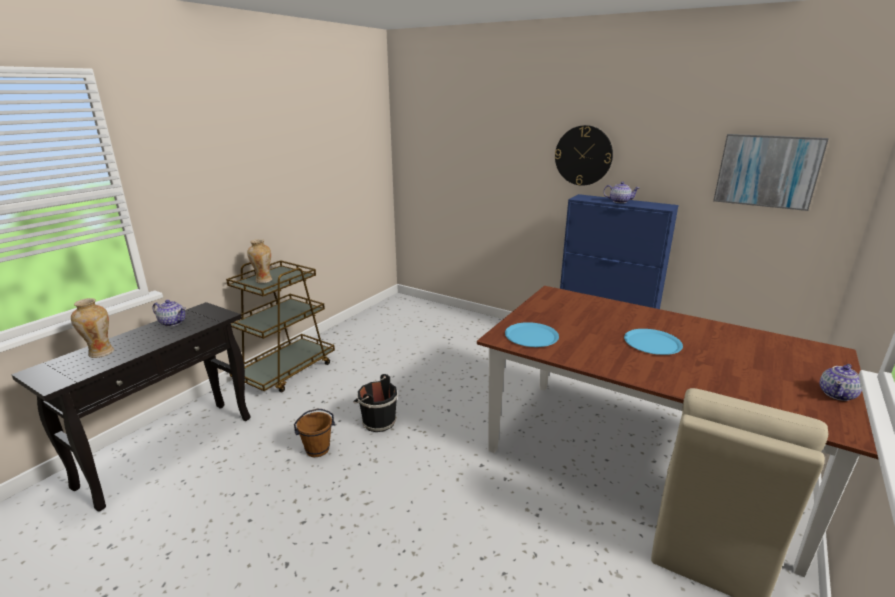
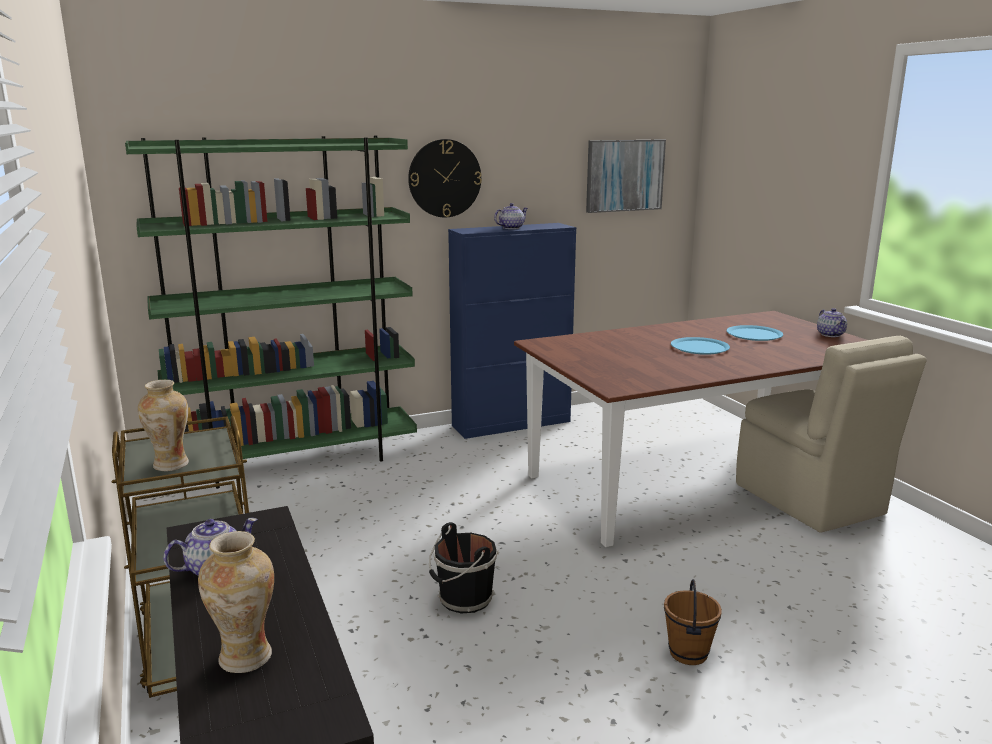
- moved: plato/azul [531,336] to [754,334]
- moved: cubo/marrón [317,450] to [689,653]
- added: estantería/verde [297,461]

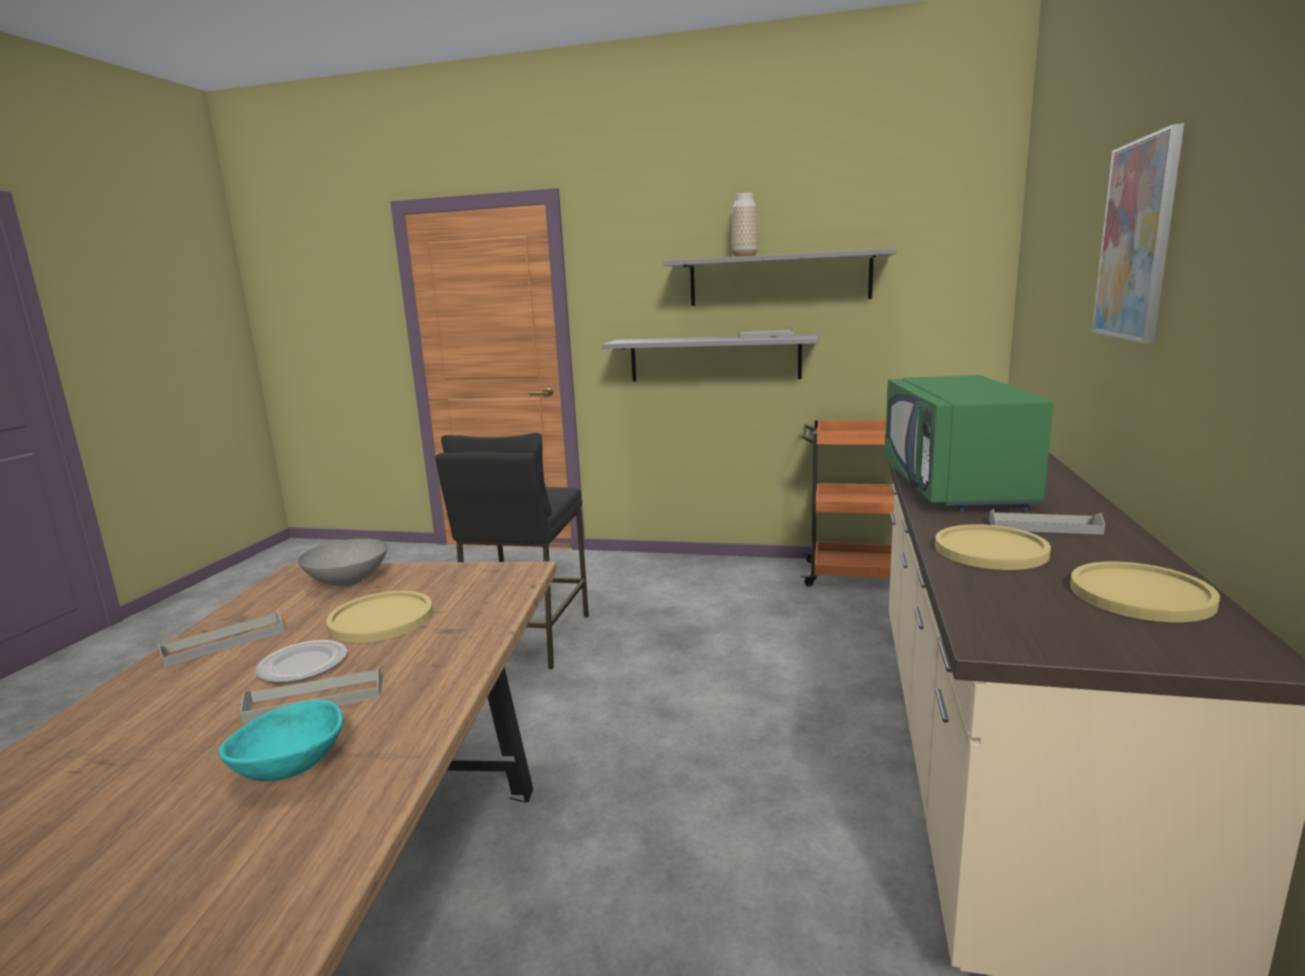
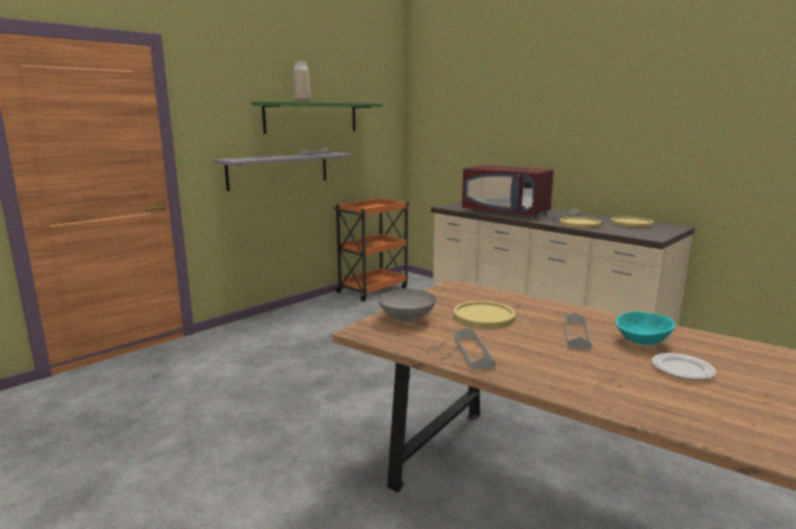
- removed: cuadro [1136,240]
- recoloured: estante/gris [779,279] to estante/verde [311,117]
- recoloured: microondas/verde [956,488] to microondas/rojo [506,213]
- removed: taburete/negro [527,638]
- moved: plato [302,666] to [682,370]

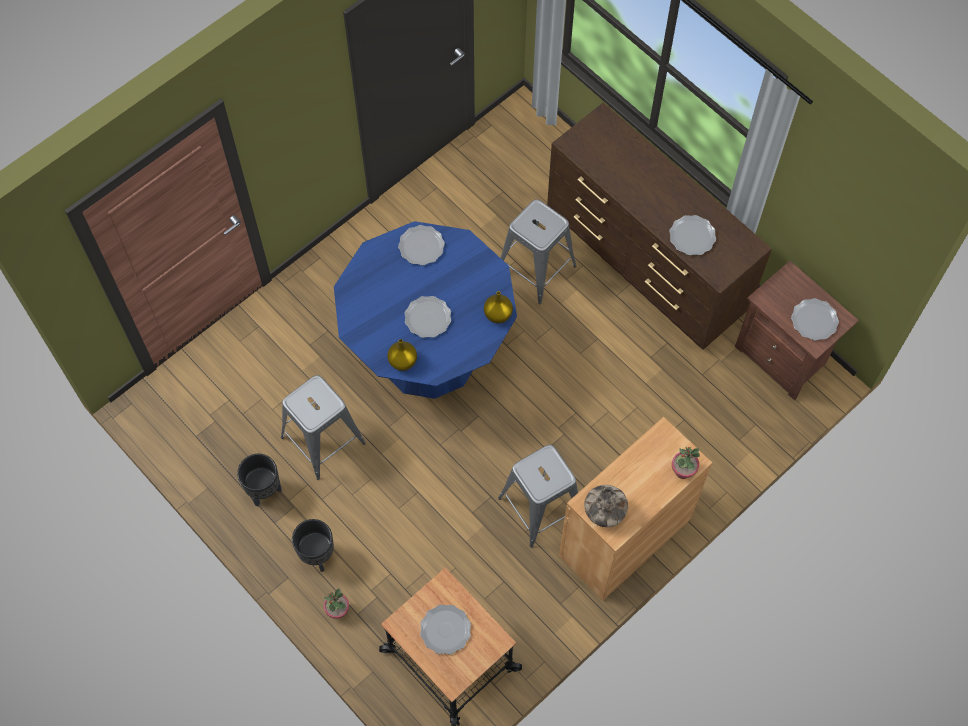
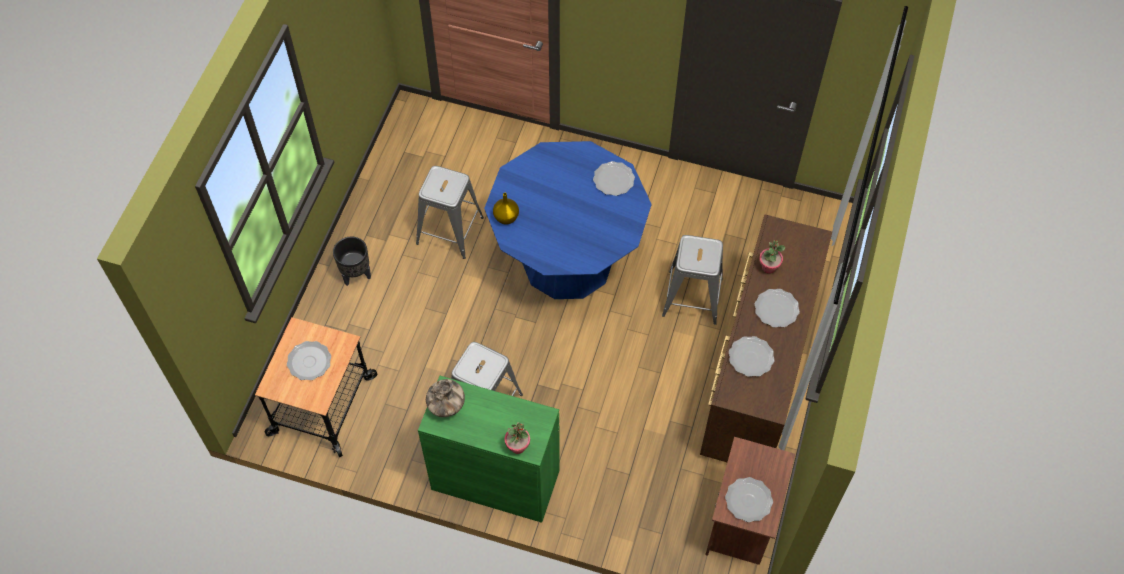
- removed: florero/amarillo [498,315]
- moved: plato [428,318] to [776,309]
- recoloured: armario/marrón [625,537] to armario/verde [495,480]
- removed: maceta/negro [264,491]
- moved: planta en maceta [337,610] to [768,267]

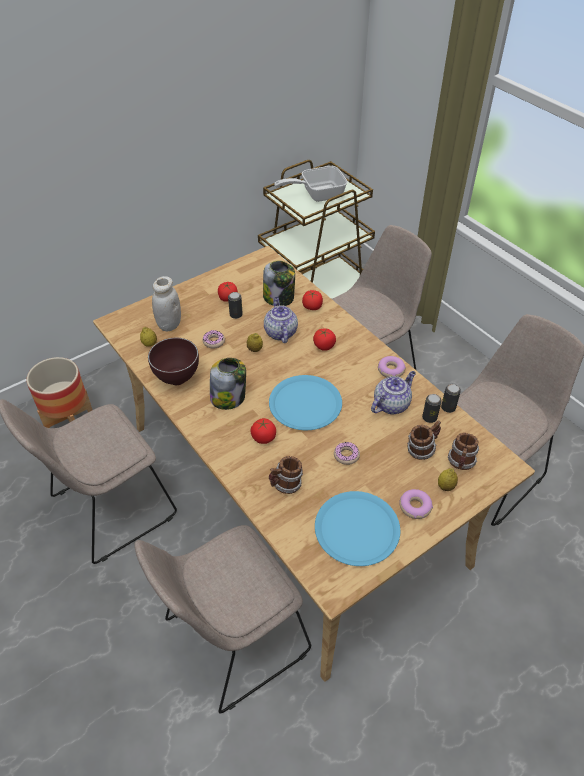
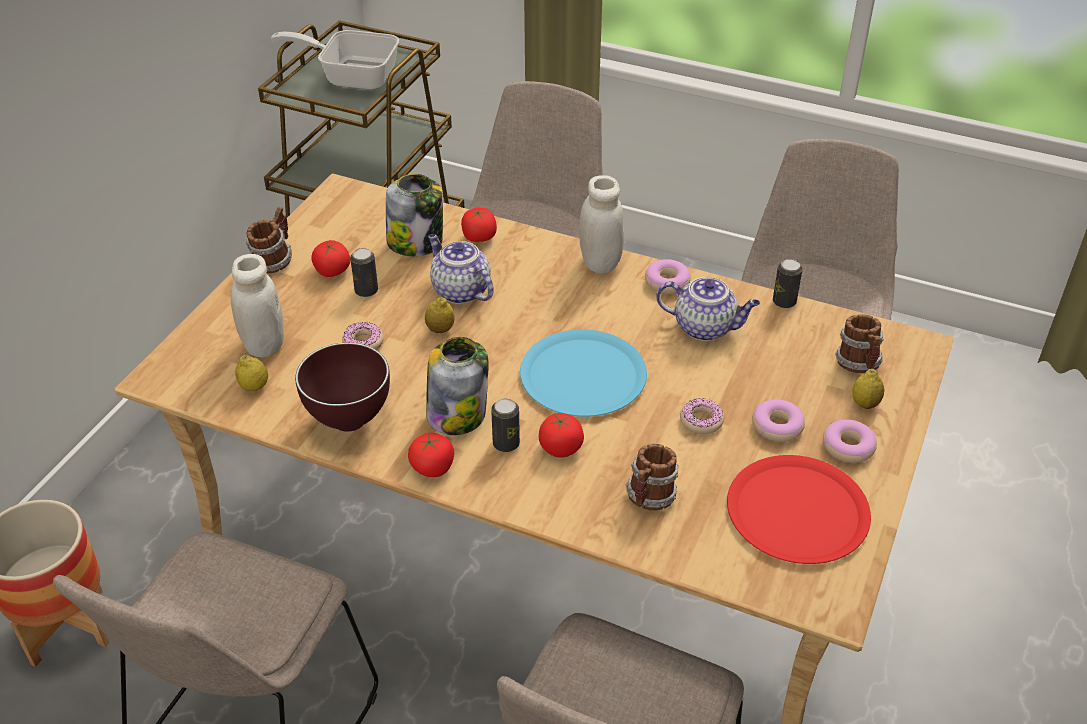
- turned: sartén [317,194] = [351,76] 60 degrees clockwise
- moved: tomate [324,346] to [432,467]
- turned: tetera [391,404] = [705,327] 90 degrees clockwise
- moved: lata [429,417] to [506,443]
- moved: taza grande [421,449] to [273,261]
- recoloured: plato/azul [357,529] to plato/rojo [798,511]
- added: tarro/blanco [600,263]
- added: rosquilla [777,426]

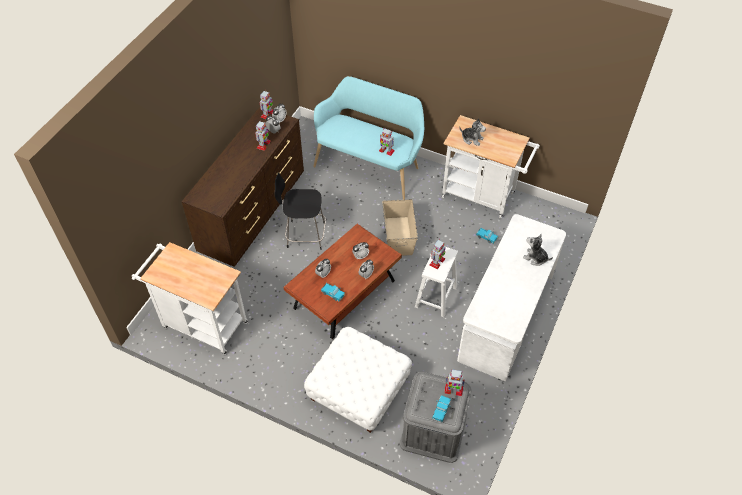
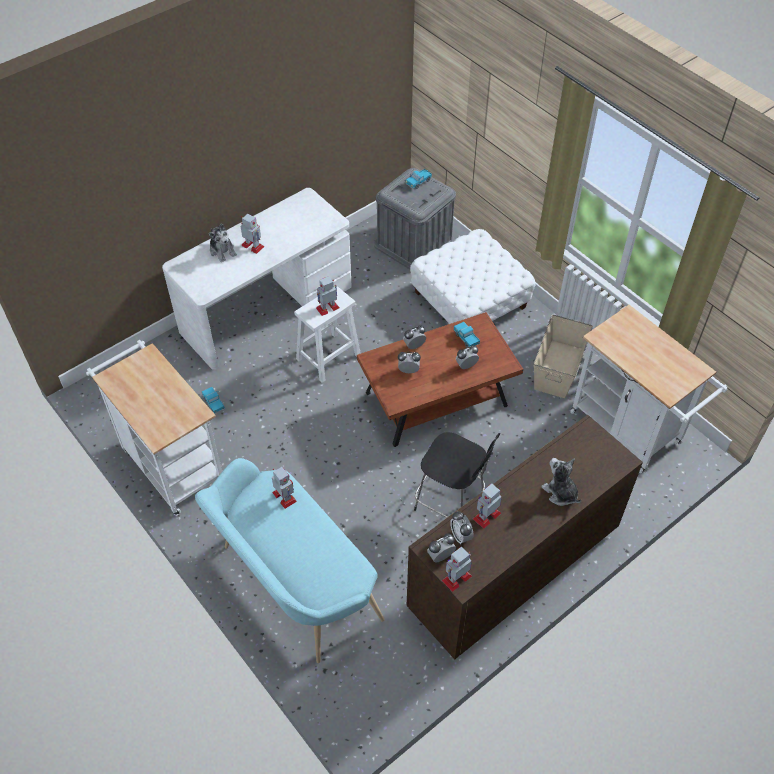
- moved: peluche [472,139] to [560,492]
- moved: caja de almacenaje/beis [399,236] to [557,368]
- moved: robot de juguete [453,390] to [253,246]

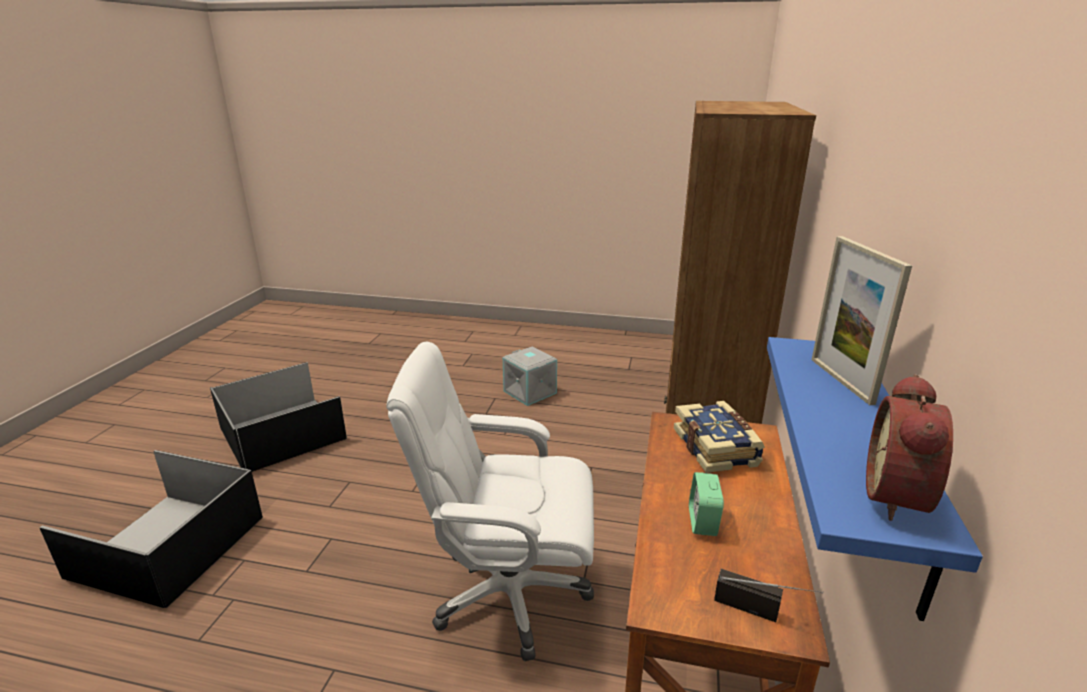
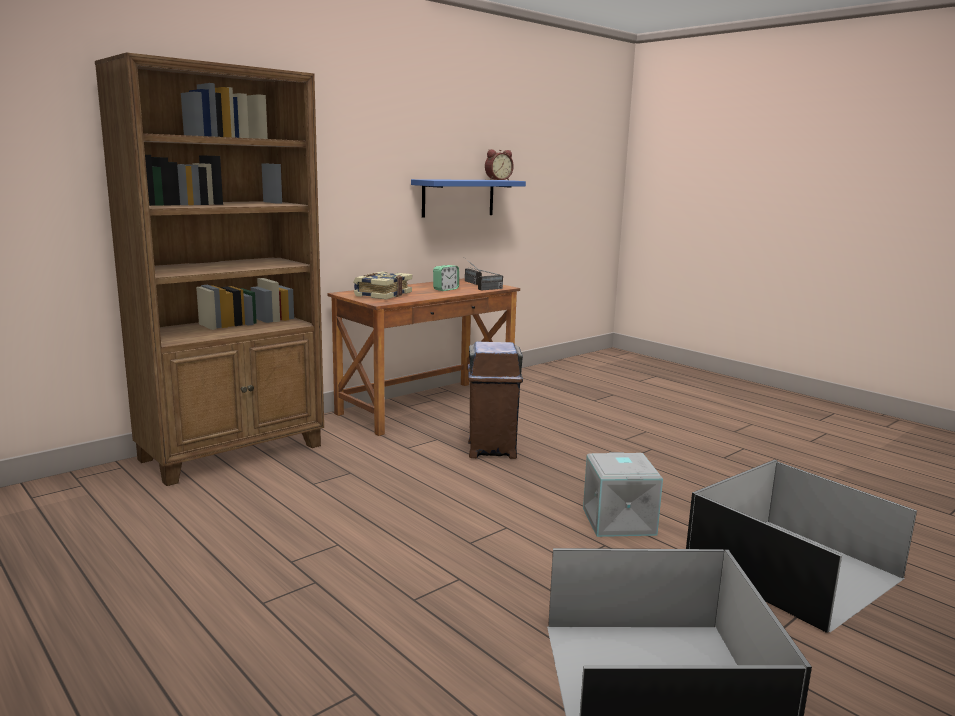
- removed: portarretratos [841,380]
- replaced: silla de oficina/blanco [508,593] to papelera/marrón [492,449]
- moved: caja de almacenaje/gris [531,392] to [617,521]
- added: radio [484,289]

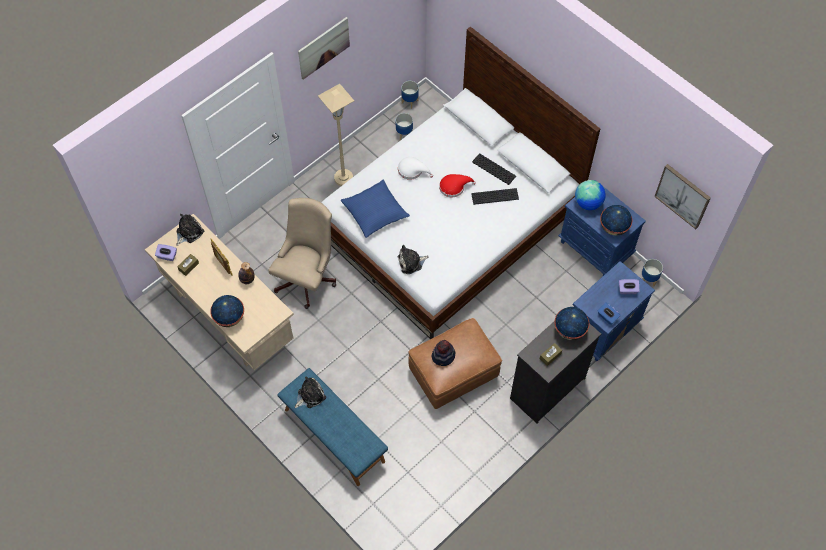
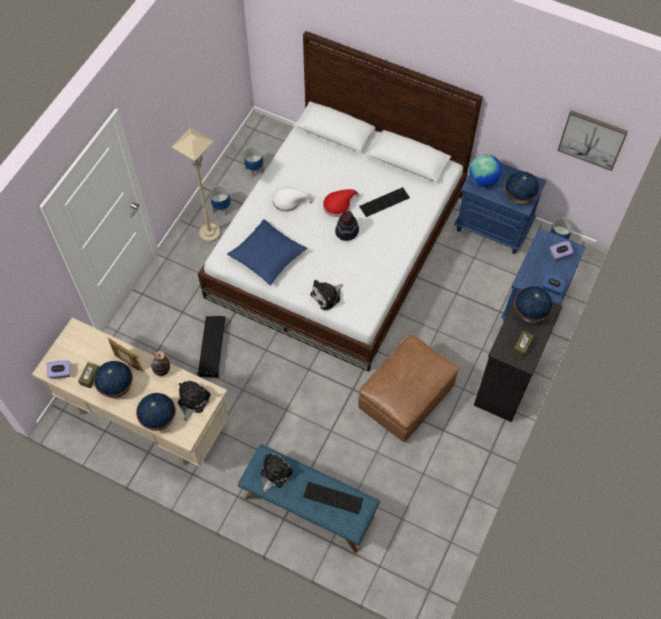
- removed: cuadro [323,47]
- moved: maceta [410,101] to [222,208]
- moved: teclado [494,169] to [333,498]
- replaced: silla de oficina/beis [307,277] to caja de almacenaje/negro [213,348]
- moved: peluche [188,232] to [192,401]
- moved: sombrero [443,356] to [347,231]
- added: globo terráqueo [117,387]

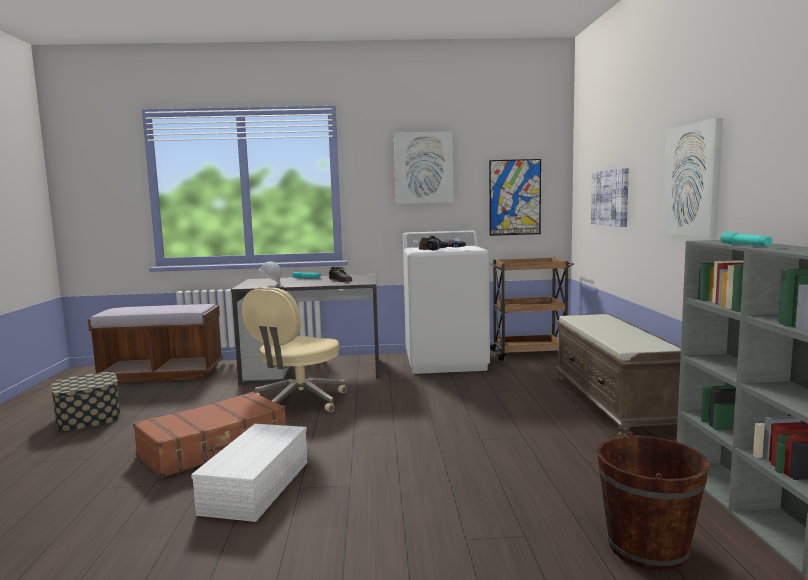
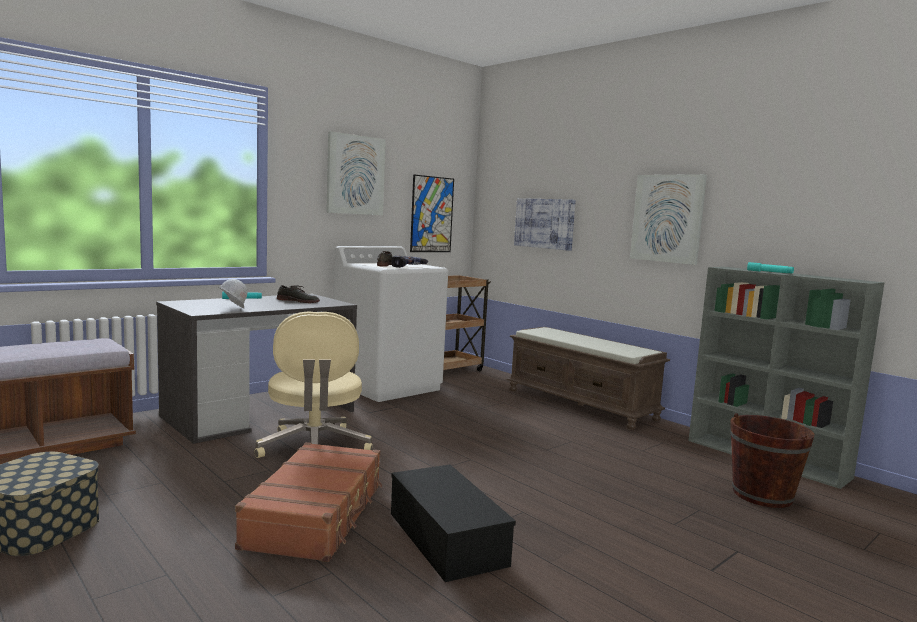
- recoloured: caja de almacenaje/blanco [256,485] to caja de almacenaje/negro [444,537]

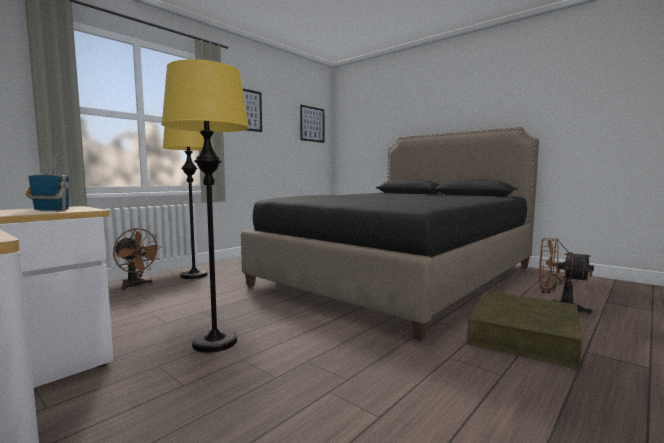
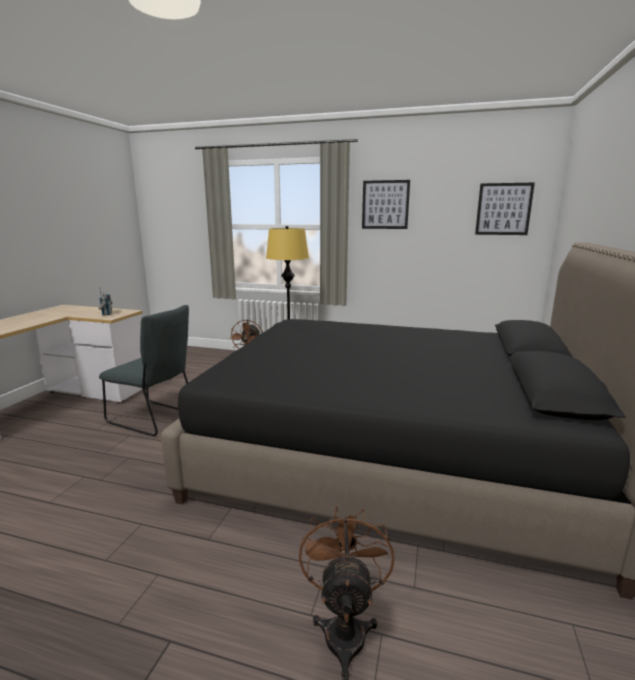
- replaced: lámpara de pie/amarillo [215,342] to silla/gris [155,419]
- removed: caja de almacenaje/marrón [523,335]

